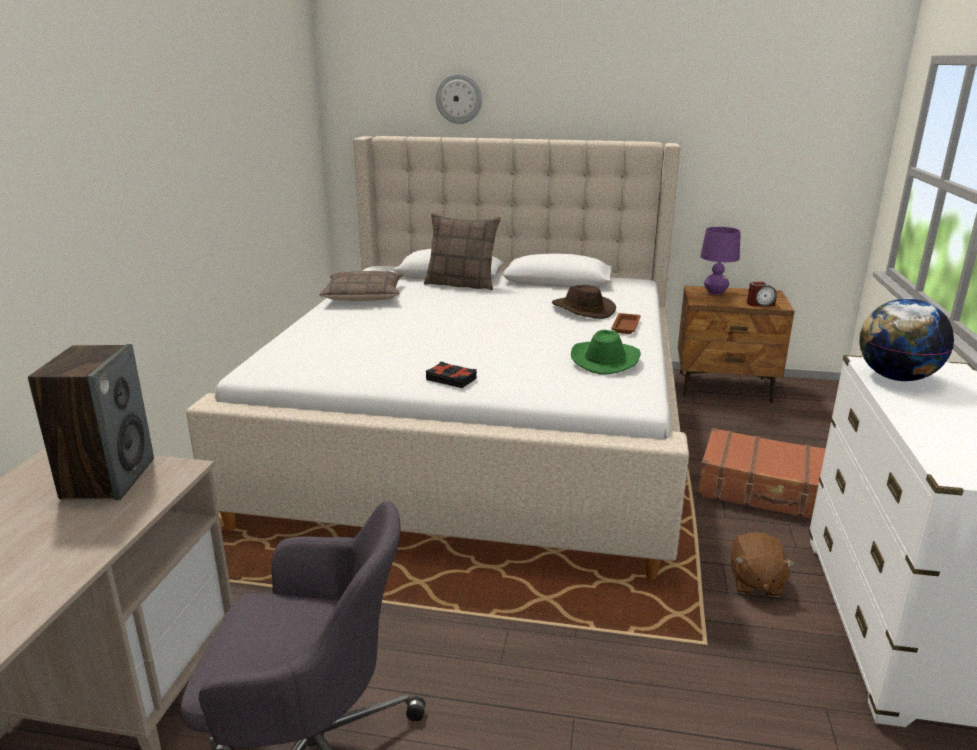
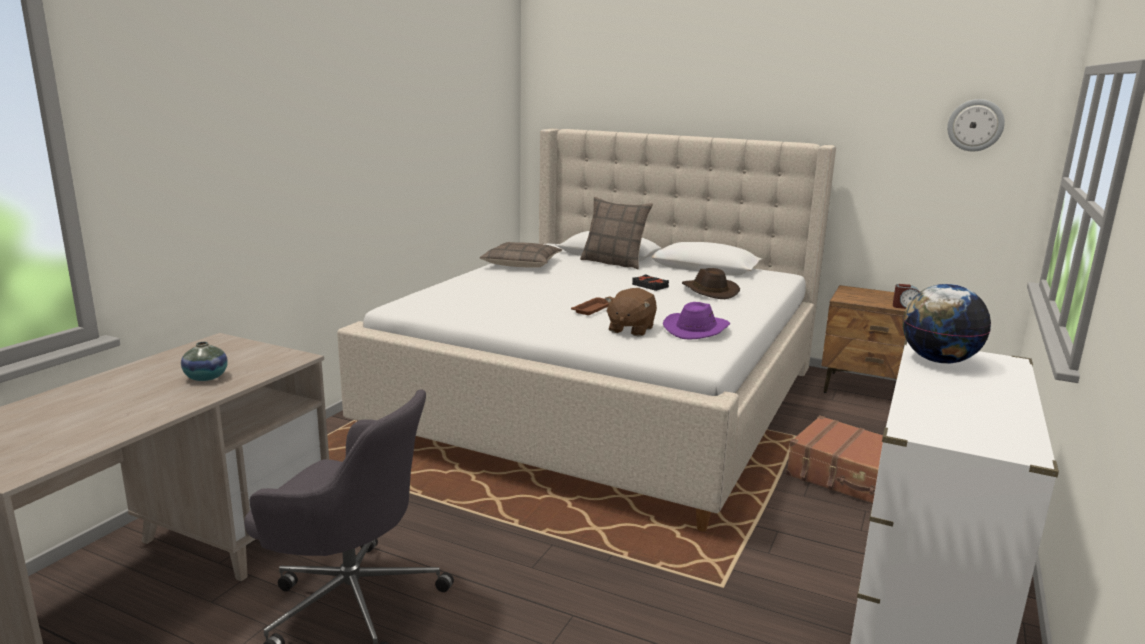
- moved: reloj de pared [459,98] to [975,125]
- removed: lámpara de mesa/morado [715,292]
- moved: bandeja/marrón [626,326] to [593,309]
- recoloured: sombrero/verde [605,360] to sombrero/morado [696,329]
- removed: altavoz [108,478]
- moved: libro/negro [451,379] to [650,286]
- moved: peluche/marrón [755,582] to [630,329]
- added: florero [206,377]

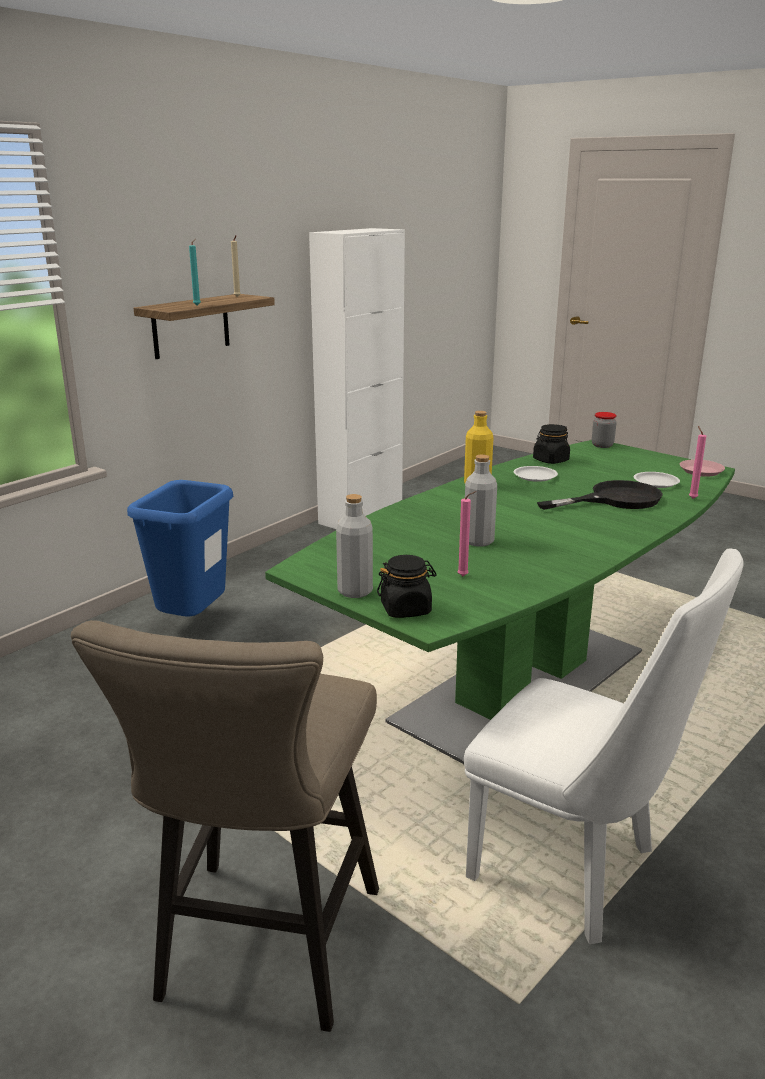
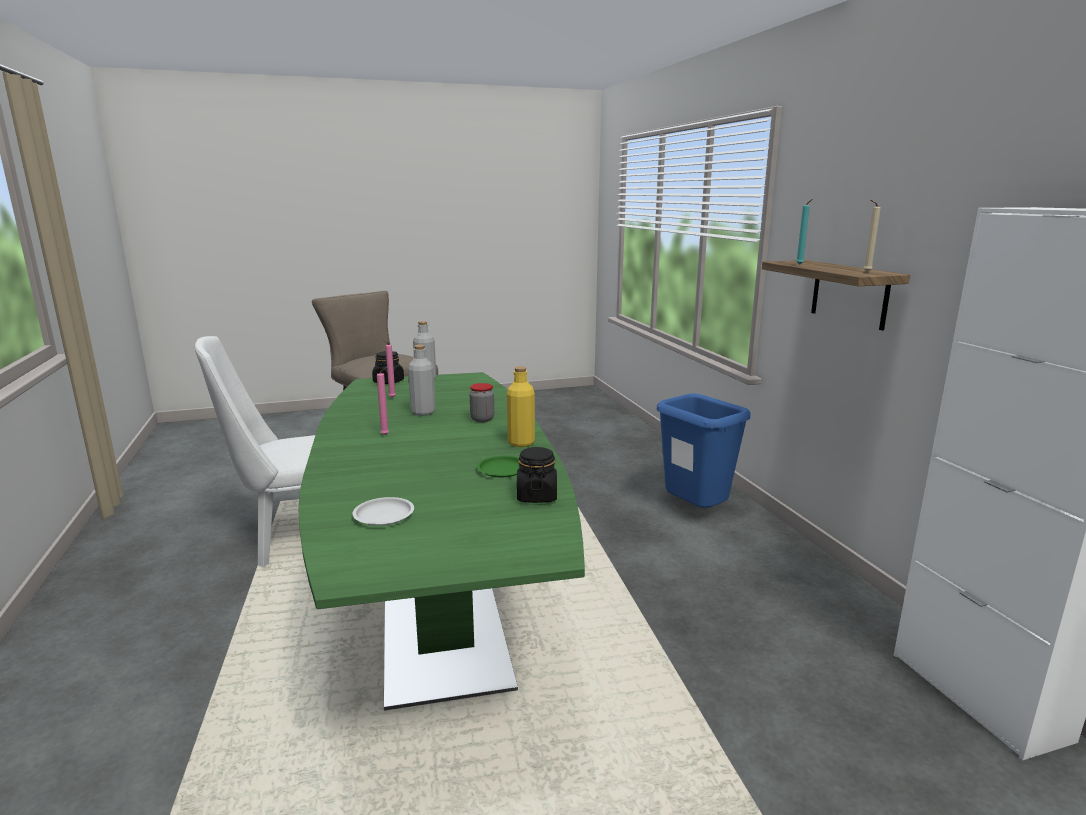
- moved: tarro [602,445] to [482,419]
- moved: vela/rosa [692,498] to [386,435]
- removed: plato/rosa [701,471]
- recoloured: plato/blanco [535,476] to plato/verde [503,470]
- removed: sartén/negro [614,499]

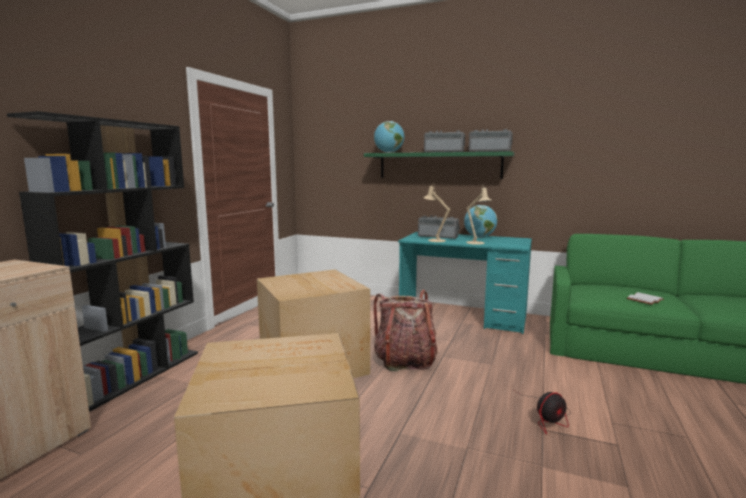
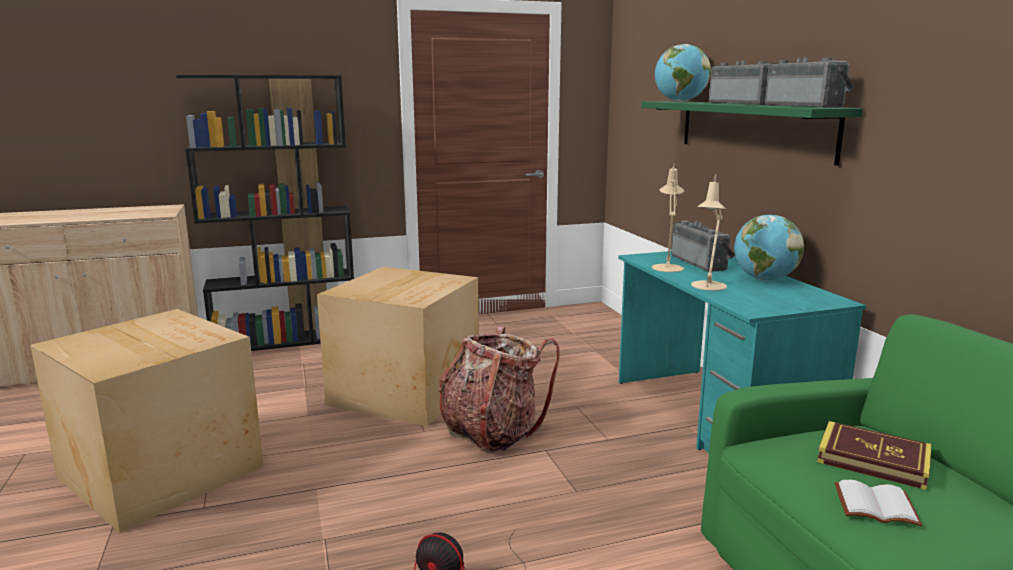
- added: libro [873,460]

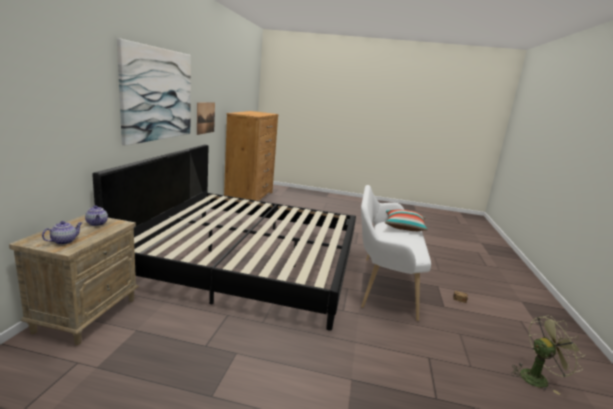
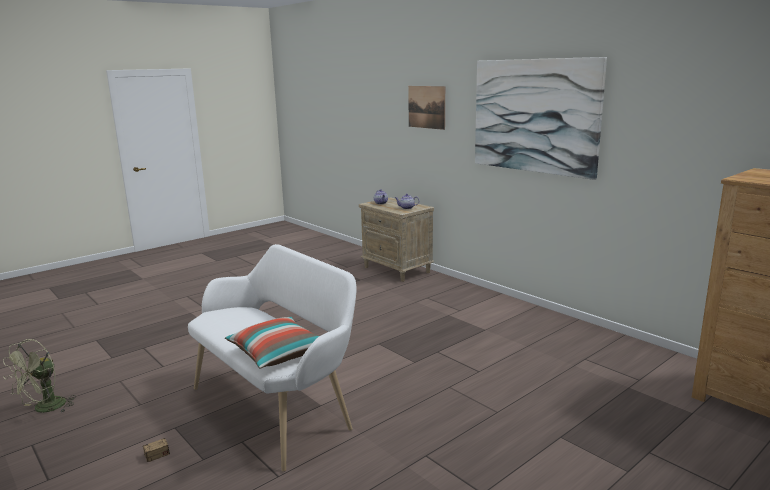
- moved: cuadro [205,118] to [426,107]
- removed: cama [249,259]

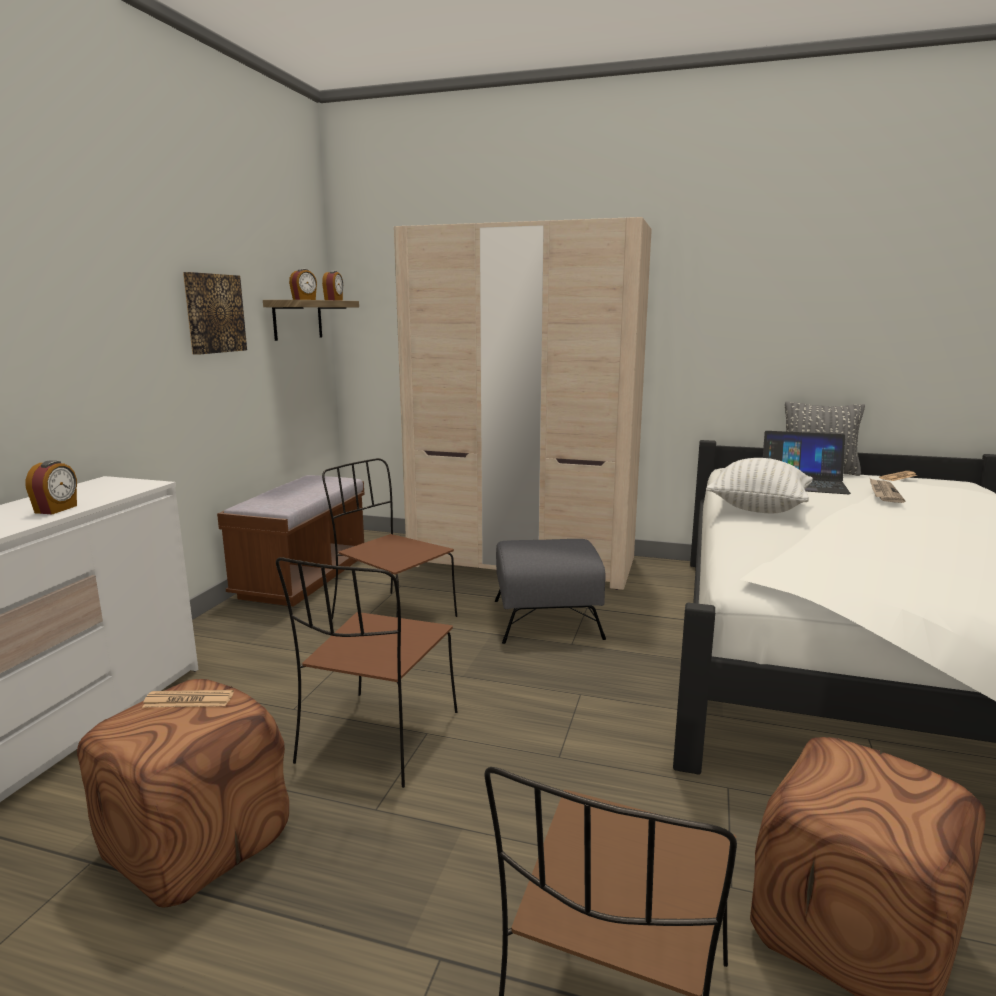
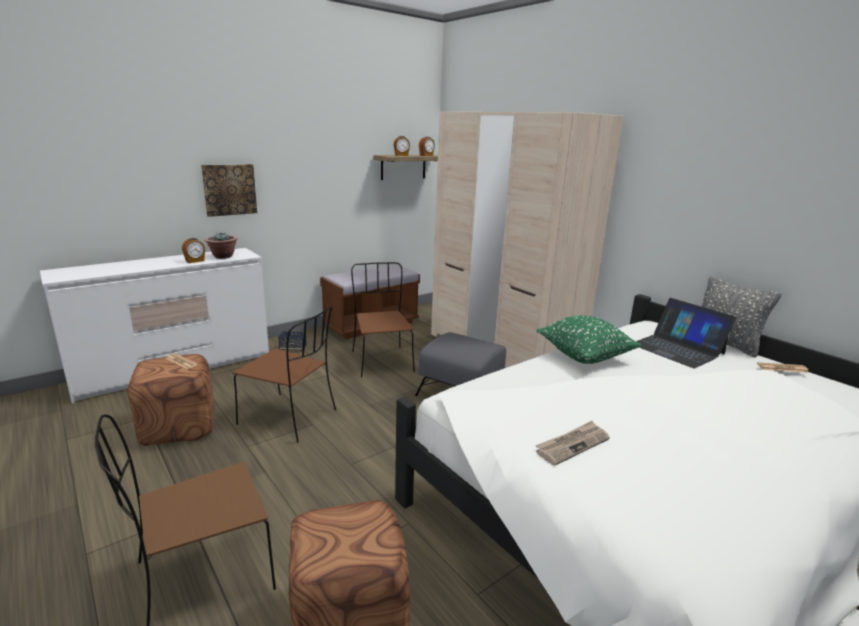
- moved: cuadro [214,313] to [229,189]
- recoloured: cojín/blanco [758,508] to cojín/verde [584,356]
- moved: periódico [884,493] to [572,444]
- turned: silla/marrón [377,739] = [290,417] 120 degrees counterclockwise
- added: planta en maceta [223,256]
- added: altavoz [293,348]

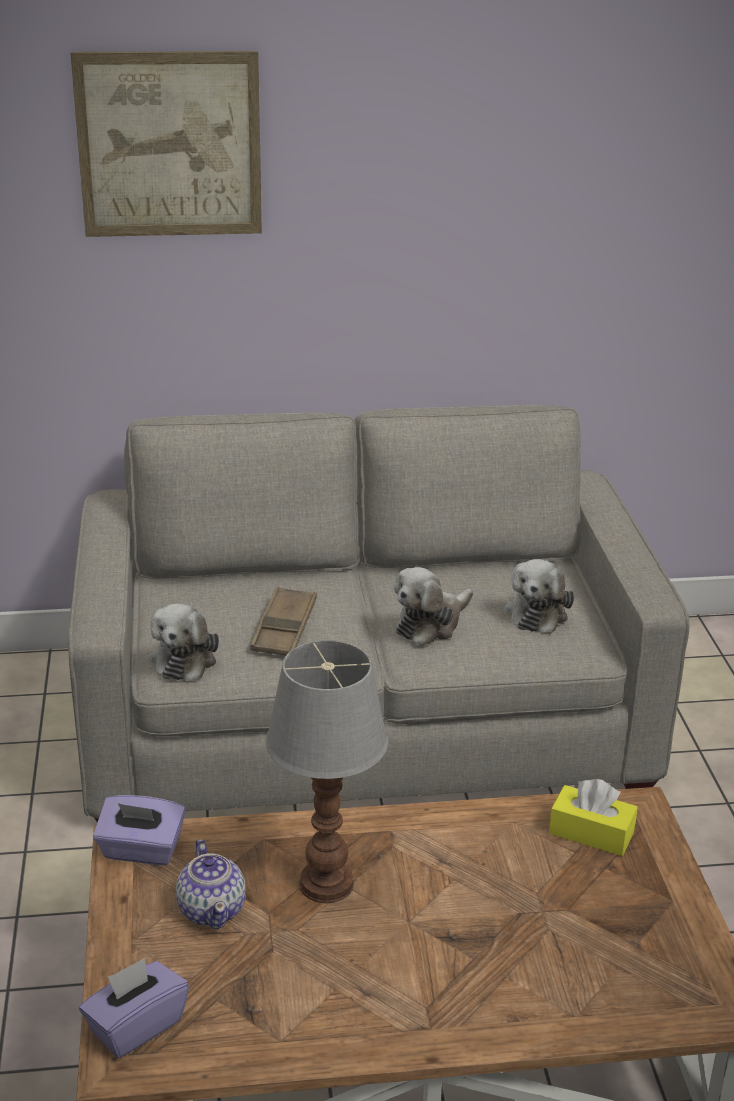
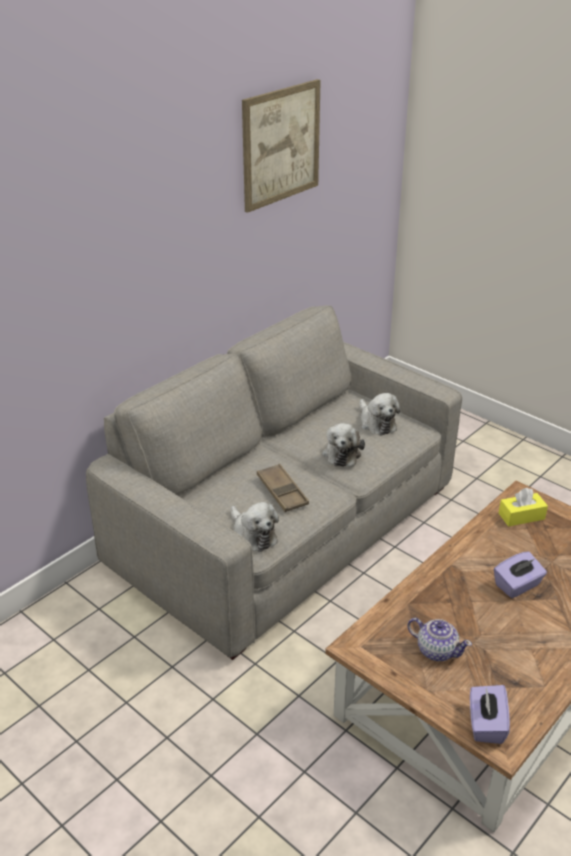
- moved: cuadro [169,145] to [281,145]
- removed: lámpara de mesa [324,883]
- moved: caja de pañuelos/morado [141,850] to [517,585]

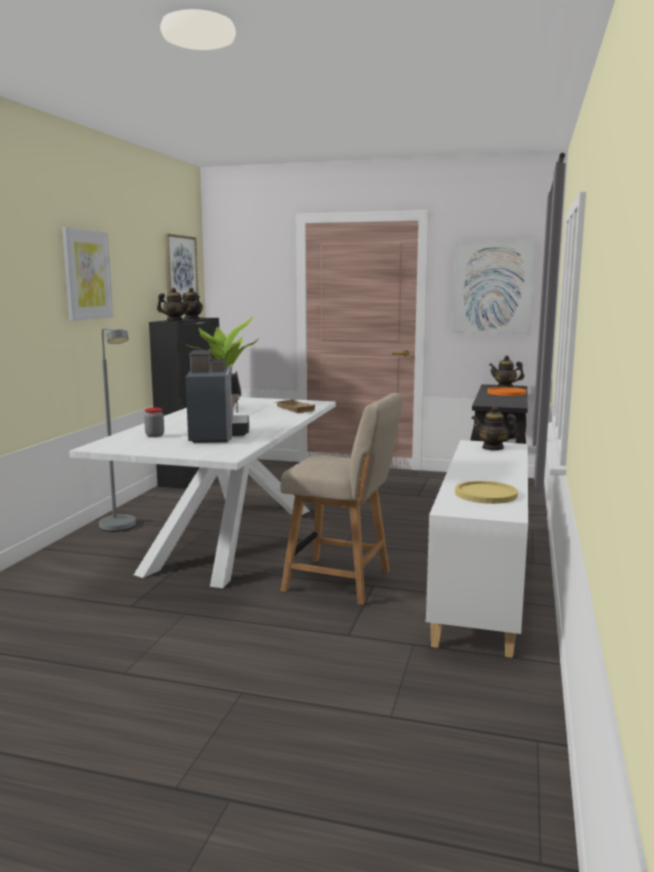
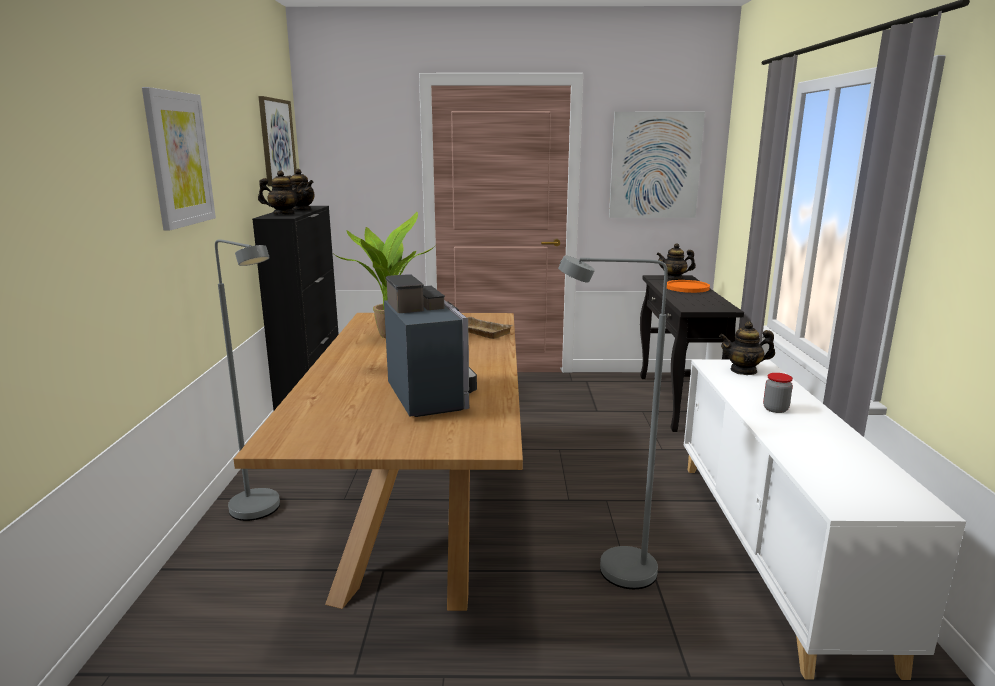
- replaced: silla/beis [342,581] to lámpara de pie/gris [611,570]
- recoloured: mesa de comedor/blanco [230,539] to mesa de comedor/marrón [422,513]
- moved: tarro [154,435] to [775,409]
- removed: plato/amarillo [486,494]

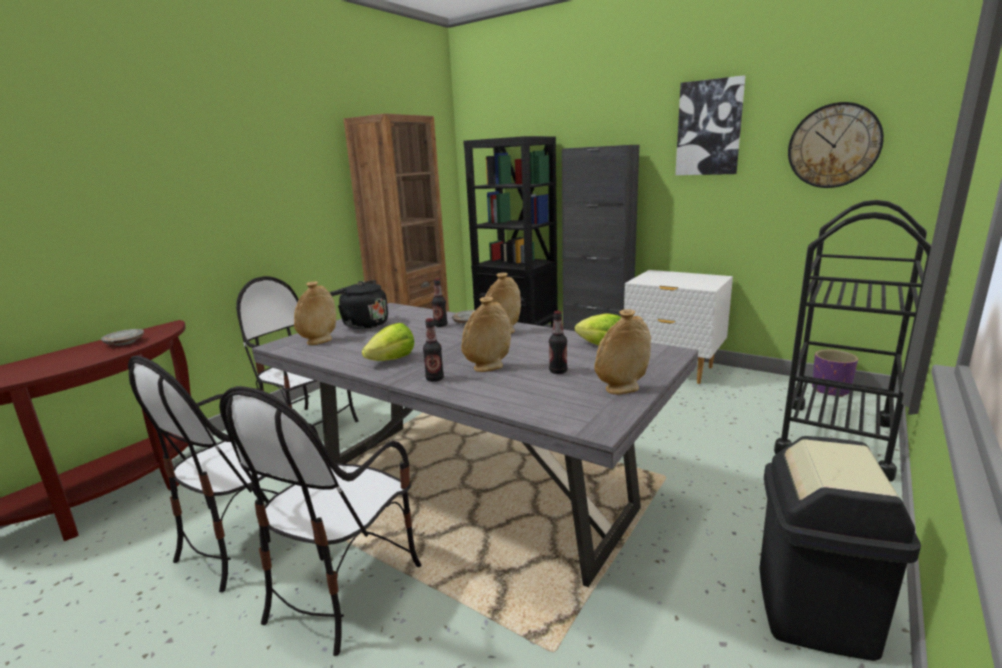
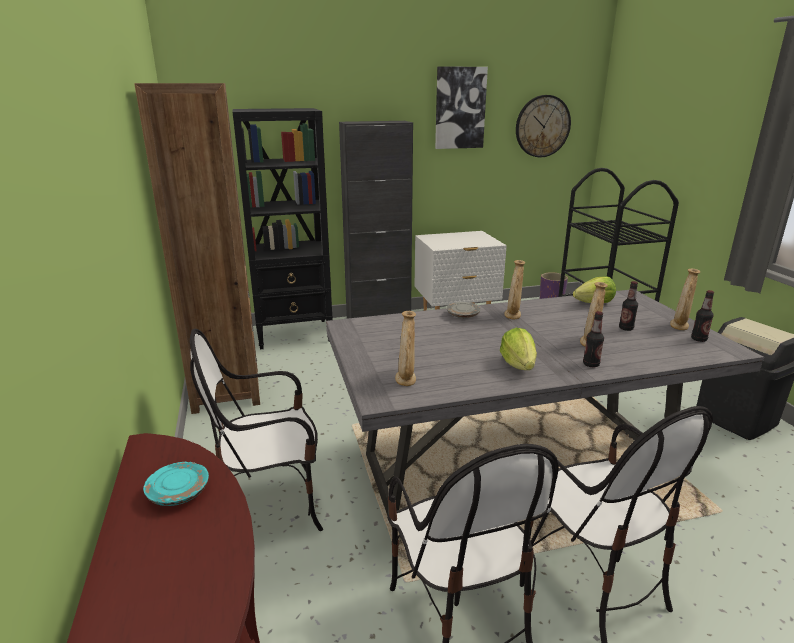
- moved: botella [440,325] to [698,339]
- removed: hervidor/negro [363,324]
- recoloured: plato/gris [125,342] to plato/turquesa [179,492]

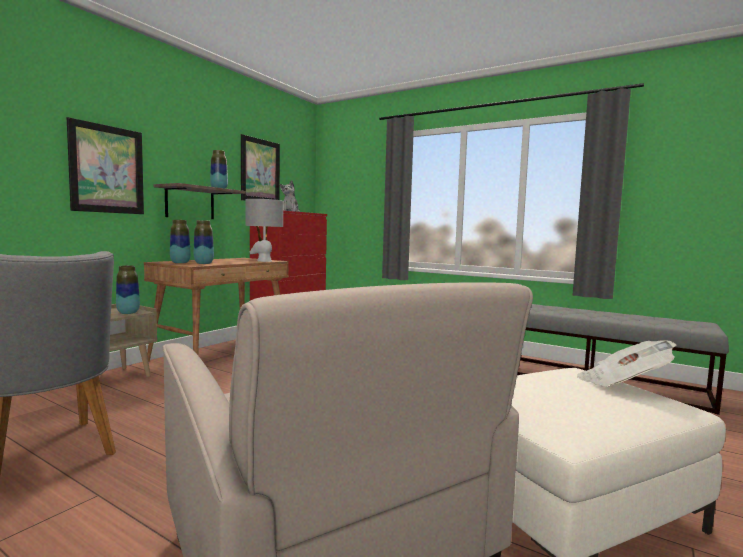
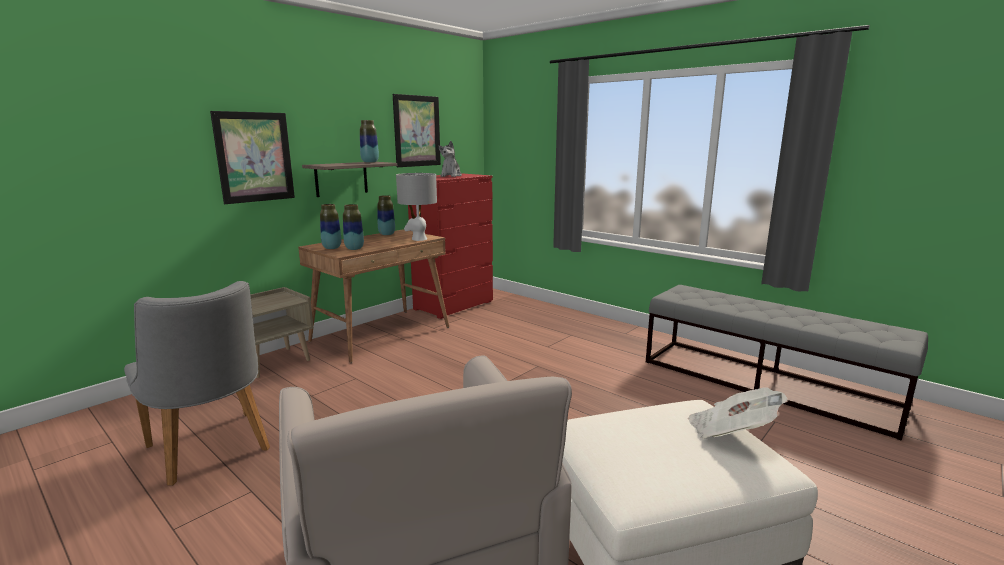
- moved: florero [128,313] to [387,234]

